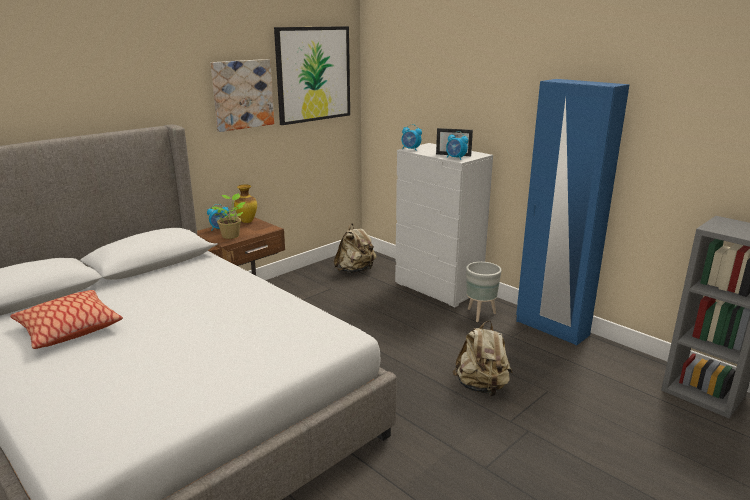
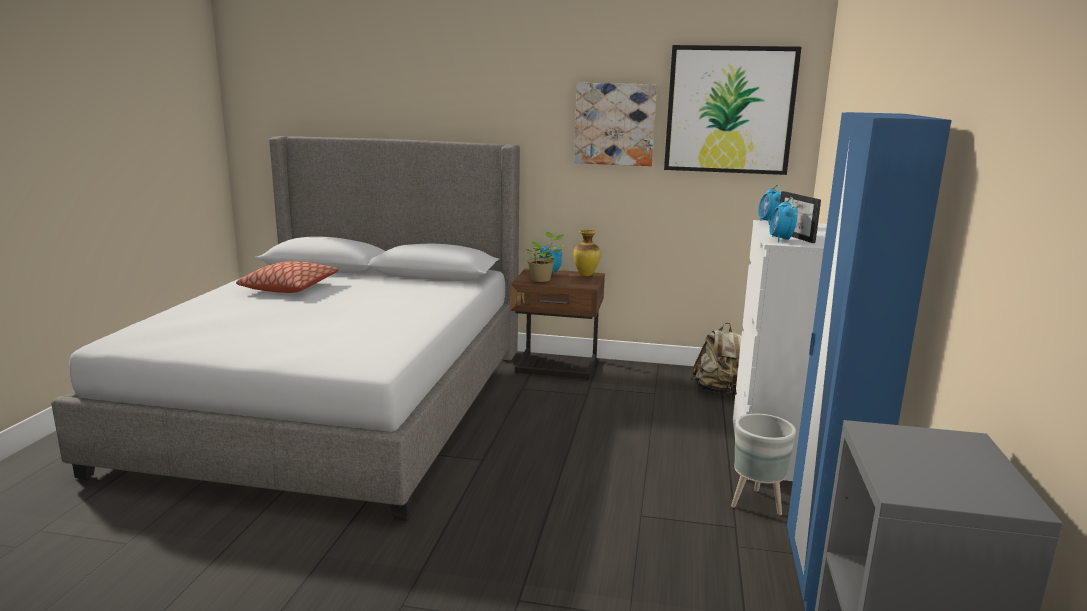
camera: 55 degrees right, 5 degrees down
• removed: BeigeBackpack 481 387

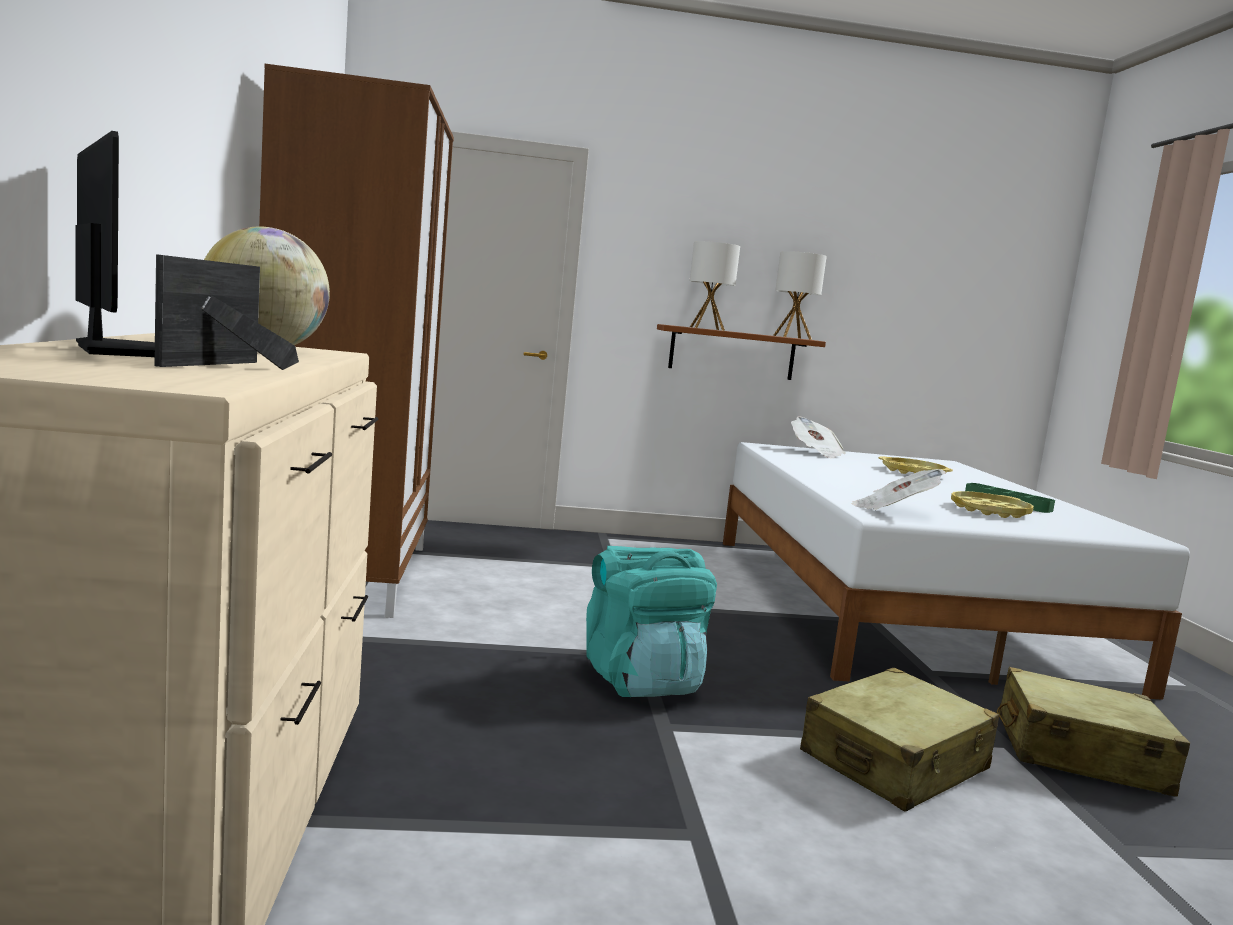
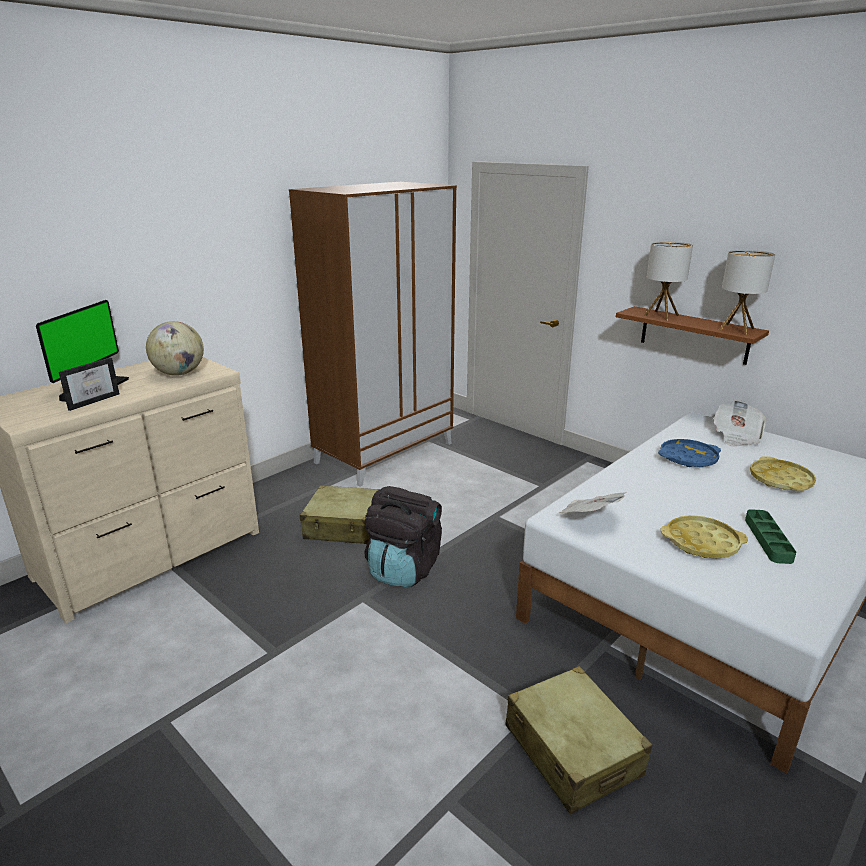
camera: 50 degrees right, 15 degrees up
• turned: PhotoFrame 219 366 = 92 400 150 degrees clockwise
• recoloured: TurquoiseColouredBackpack 642 681 to BlackBackpack 404 568
• moved: BeigeTravelCase 895 762 to 345 526
• added: BluishTray 688 458

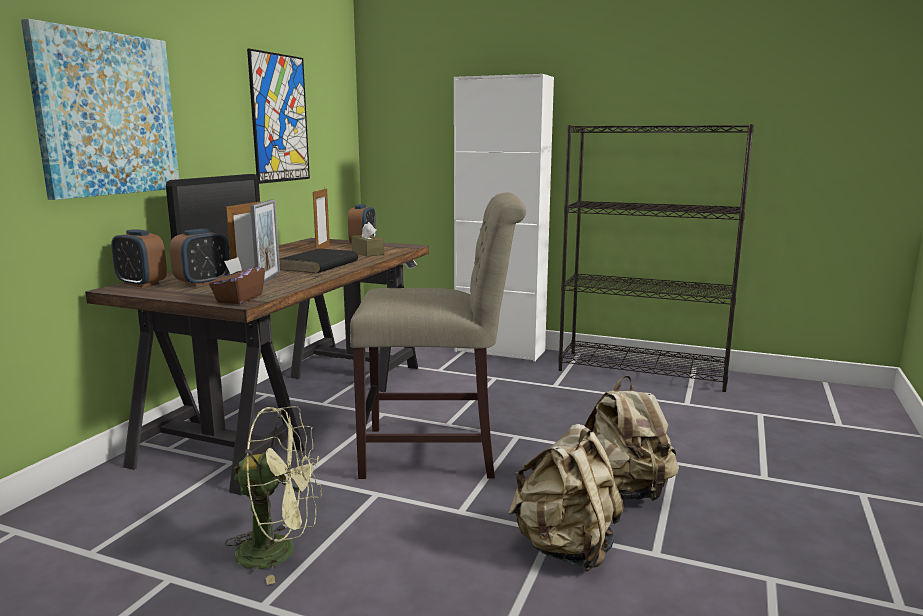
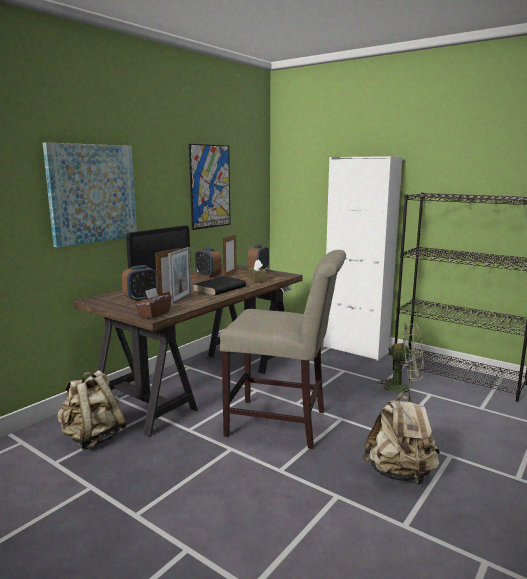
camera: 15 degrees right, 0 degrees up
• moved: BedsideClock 141 284 to 208 276
• moved: GreenElectricFan 279 551 to 403 388
• moved: BeigeBackpack 565 548 to 93 438

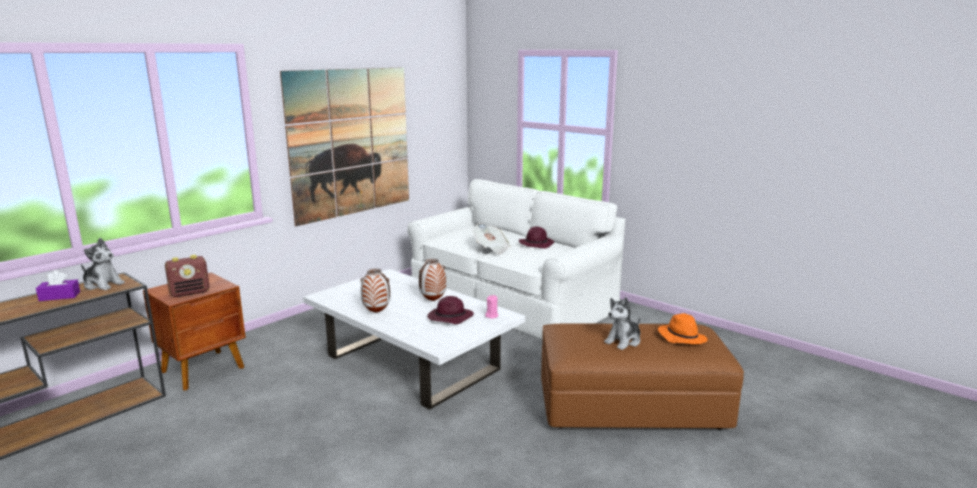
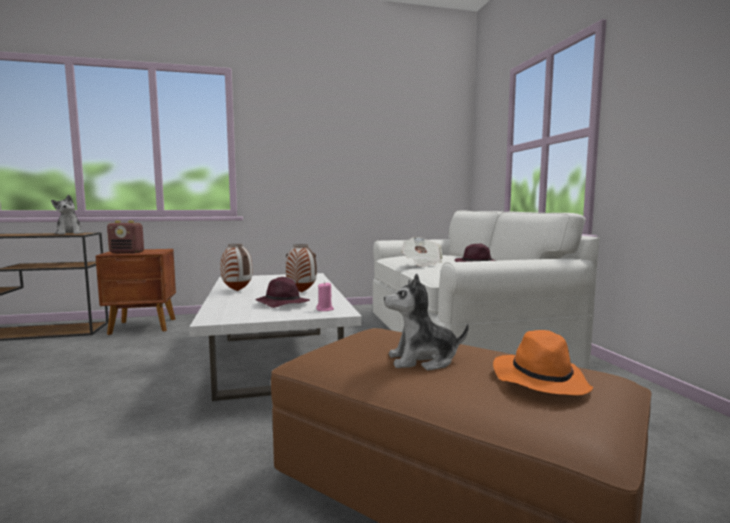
camera: 35 degrees right, 10 degrees down
• removed: PurplishTissueBox 59 296
• removed: WallPicture 351 142

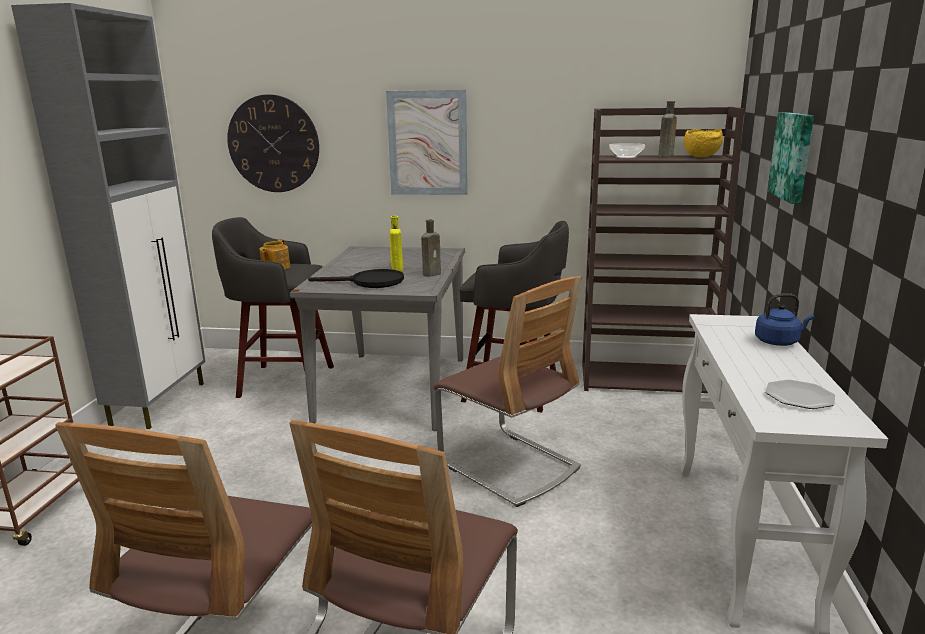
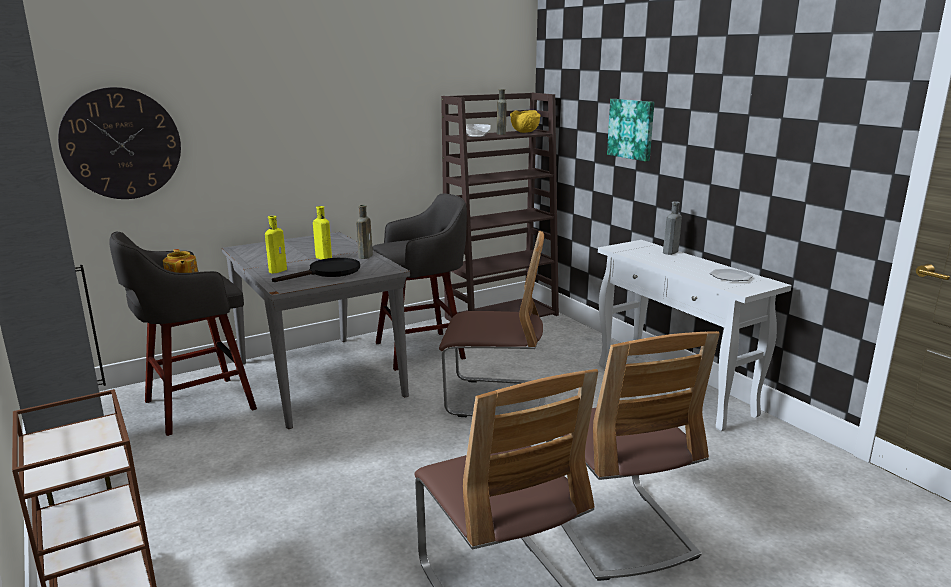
camera: 40 degrees left, 0 degrees up
• removed: WallPicture 428 143
• replaced: BluishWaterKettle 778 342 to GreyishDrinkBottle 670 252
• added: YellowColouredDrinkBottle 279 270

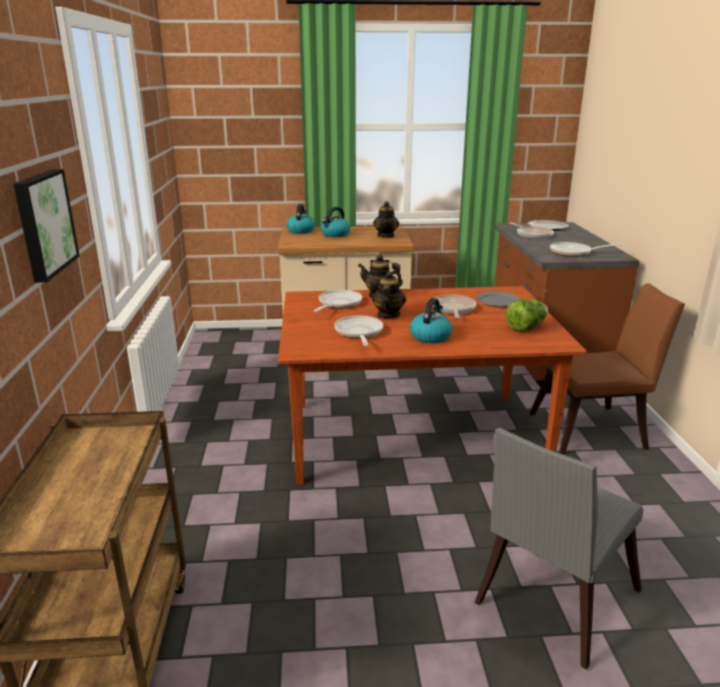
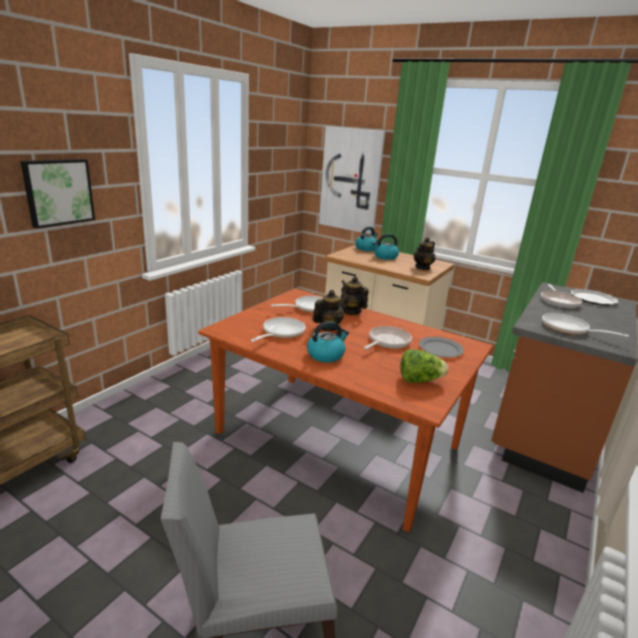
camera: 35 degrees right, 0 degrees up
• removed: BrownChair 594 431
• added: WallPicture 351 180

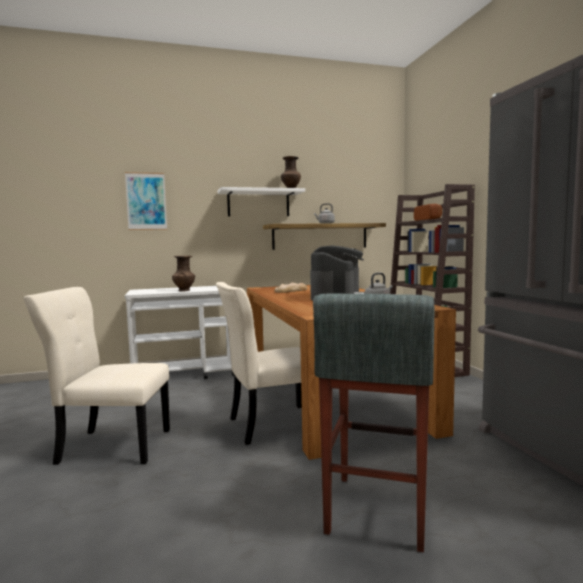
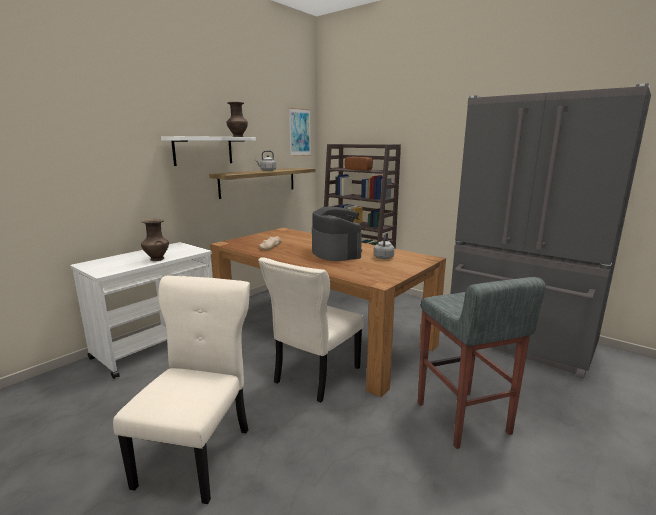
camera: 35 degrees left, 10 degrees up
• turned: BeigeChair 111 446 = 198 453 135 degrees clockwise
• moved: WallPicture 146 201 to 299 132

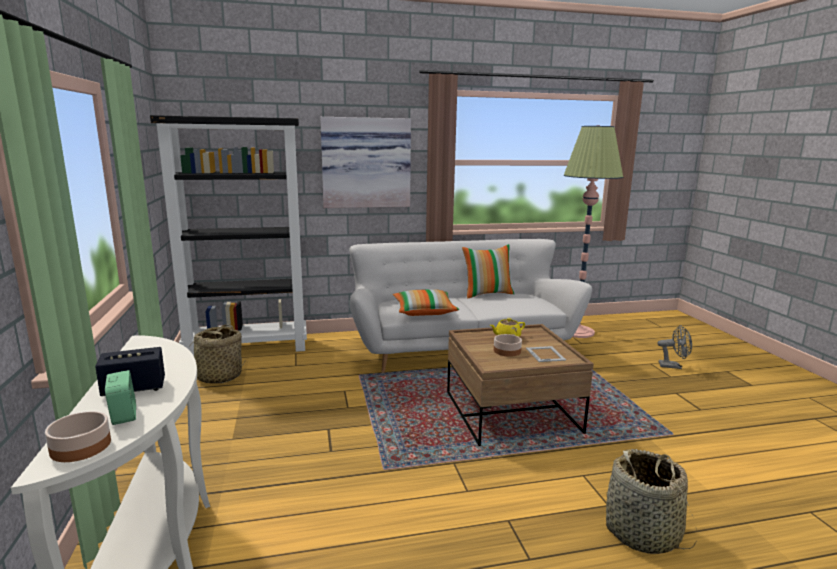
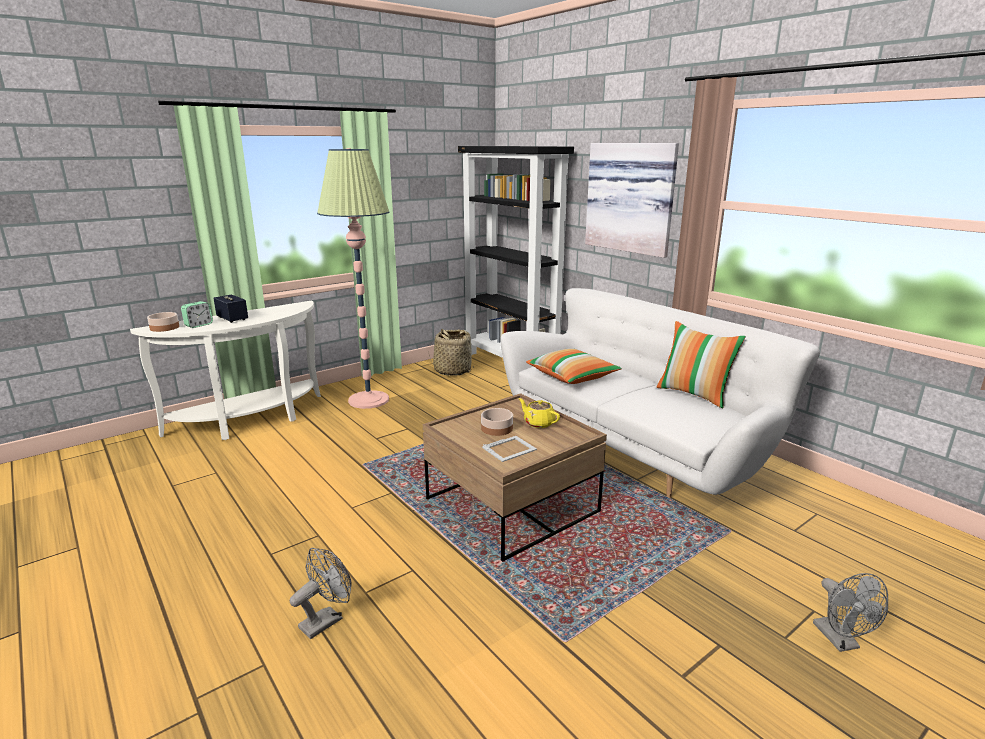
camera: 65 degrees right, 5 degrees up
• moved: StandardLamp 577 331 to 368 400
• replaced: StorageBasket 642 533 to GreyishElectricFan 326 620

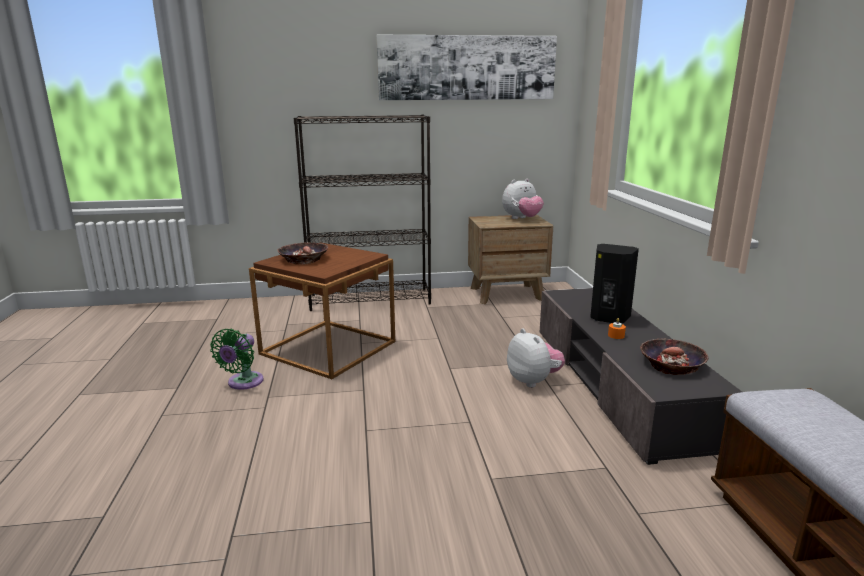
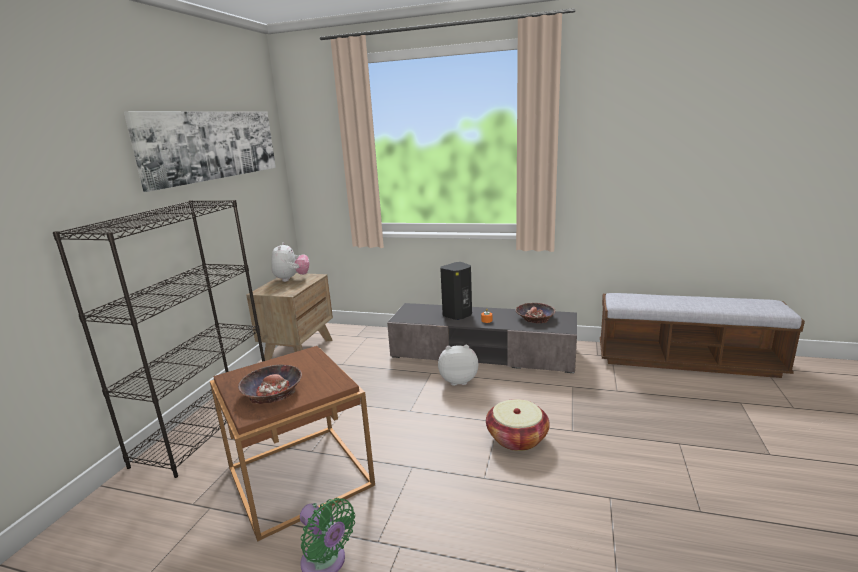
camera: 65 degrees left, 0 degrees up
• added: StorageBasket 517 438

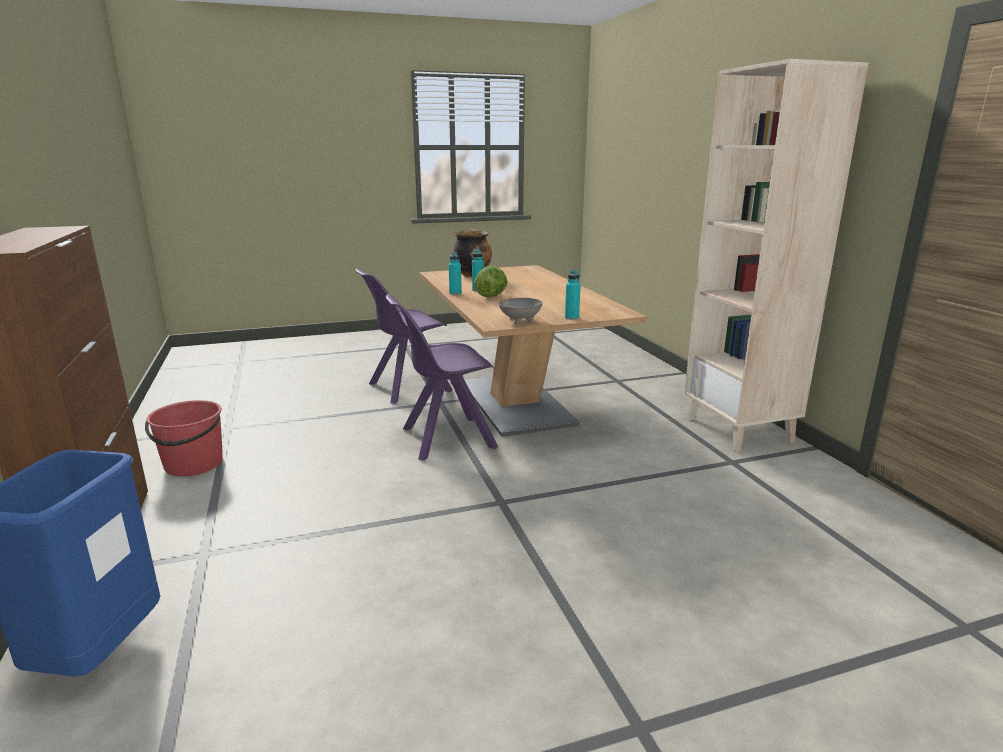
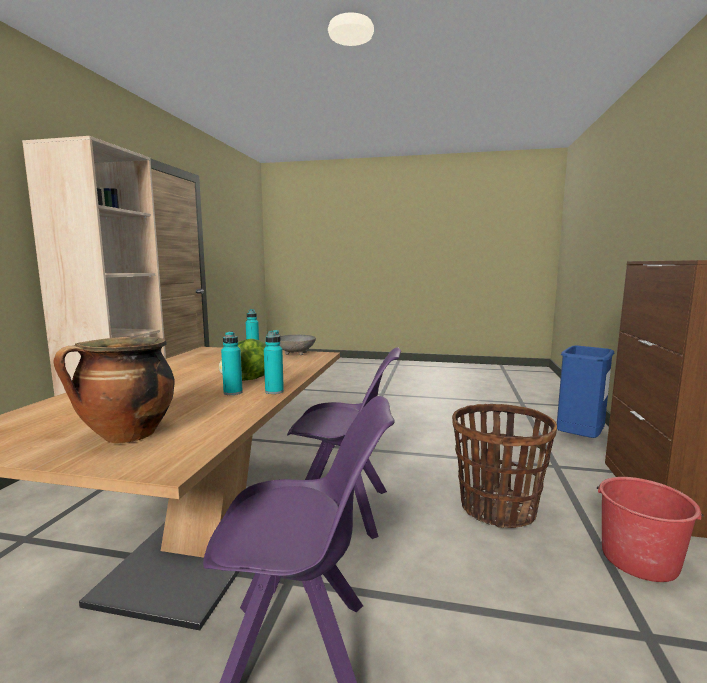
camera: 150 degrees left, 10 degrees down
• added: StorageBasket 497 508

